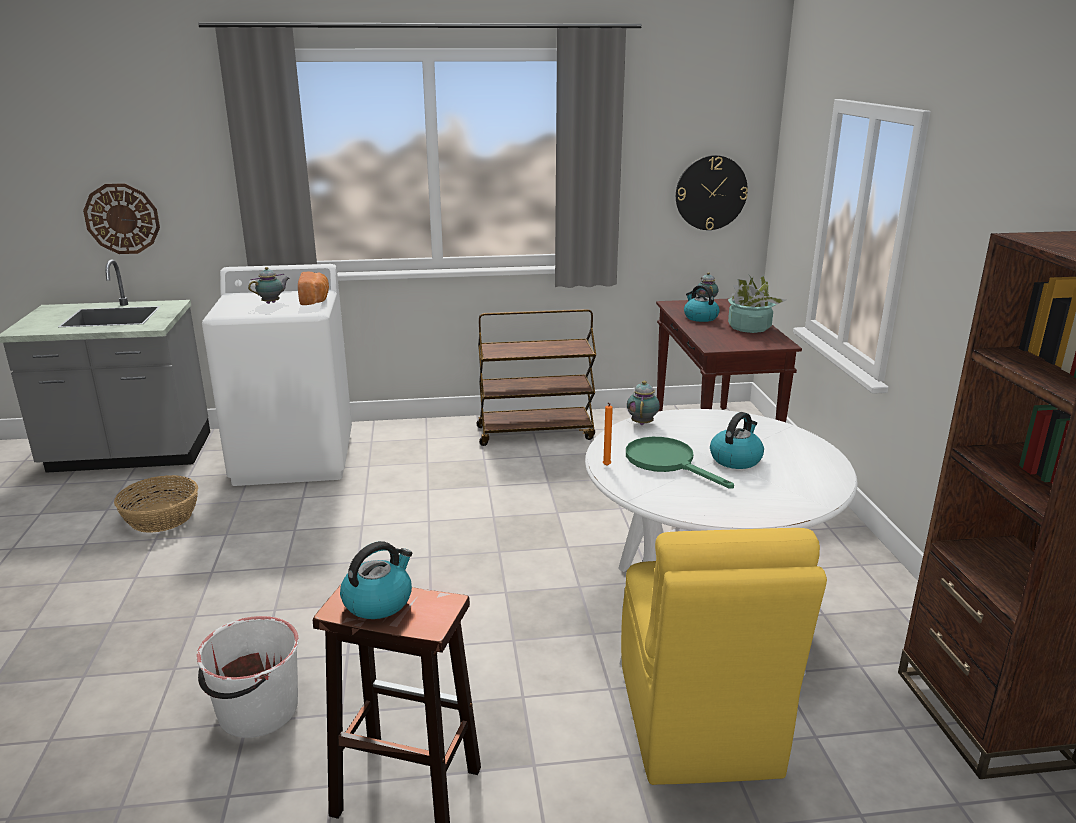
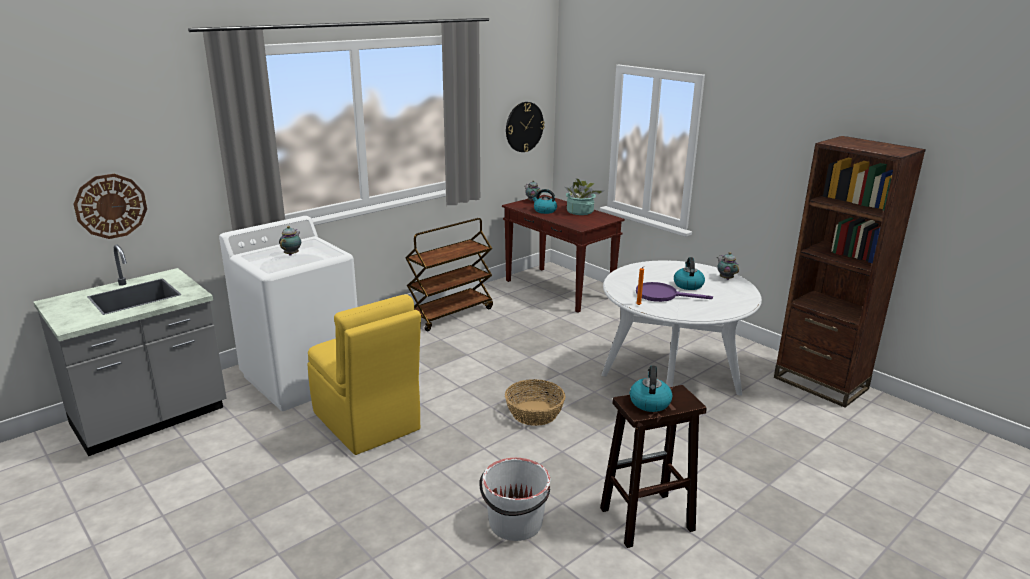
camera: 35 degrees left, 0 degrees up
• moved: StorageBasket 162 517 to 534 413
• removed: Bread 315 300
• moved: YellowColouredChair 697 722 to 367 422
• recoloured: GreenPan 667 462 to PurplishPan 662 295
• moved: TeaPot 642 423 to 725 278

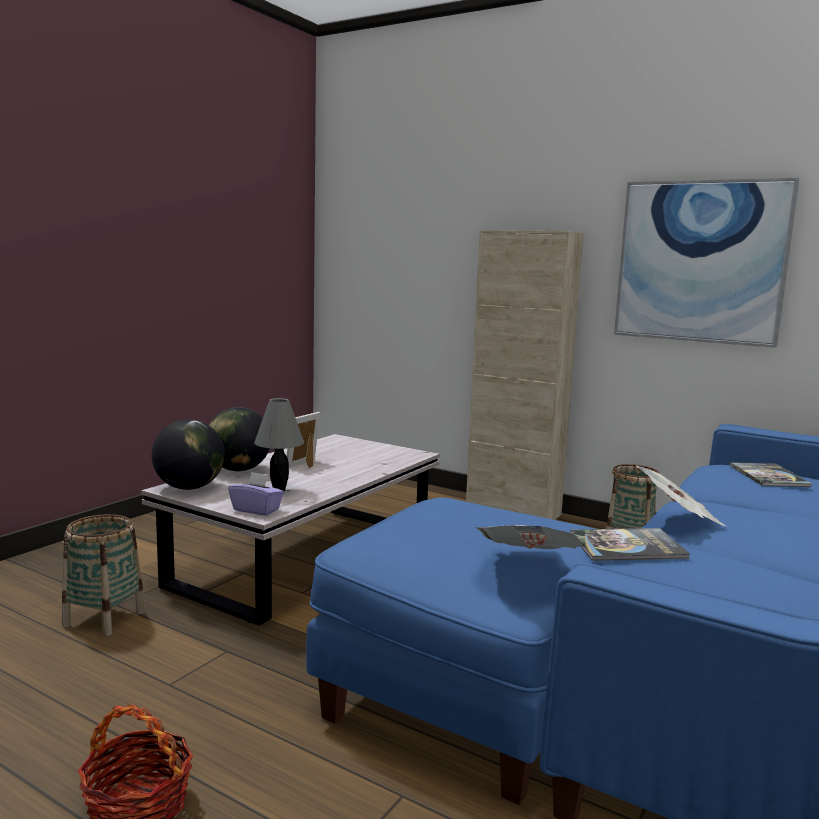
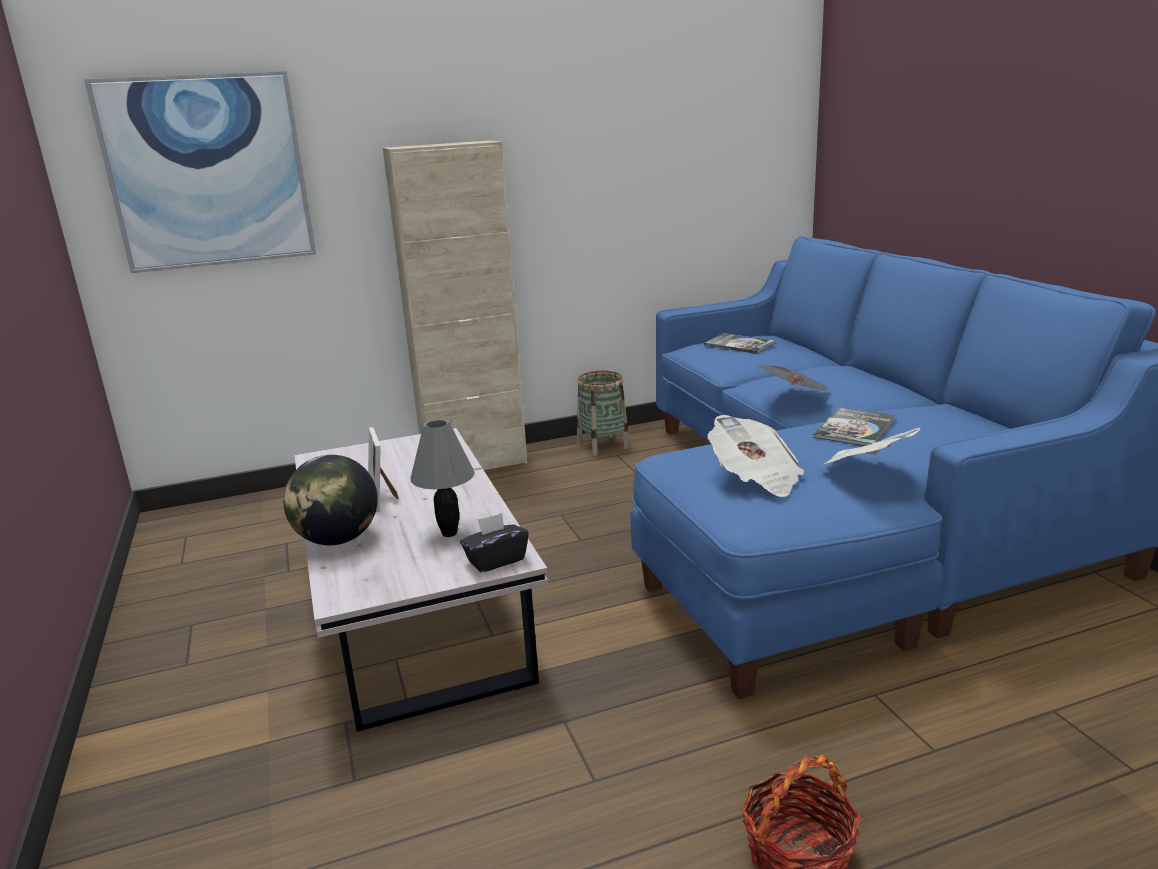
camera: 50 degrees left, 10 degrees up
• removed: StorageBasket 104 618
• removed: DeskGlobe 189 488
• recoloured: PurplishTissueBox 256 510 to BlackTissueBox 496 560
• moved: WallPicture 700 262 to 208 172
• added: DailyPaper 755 478

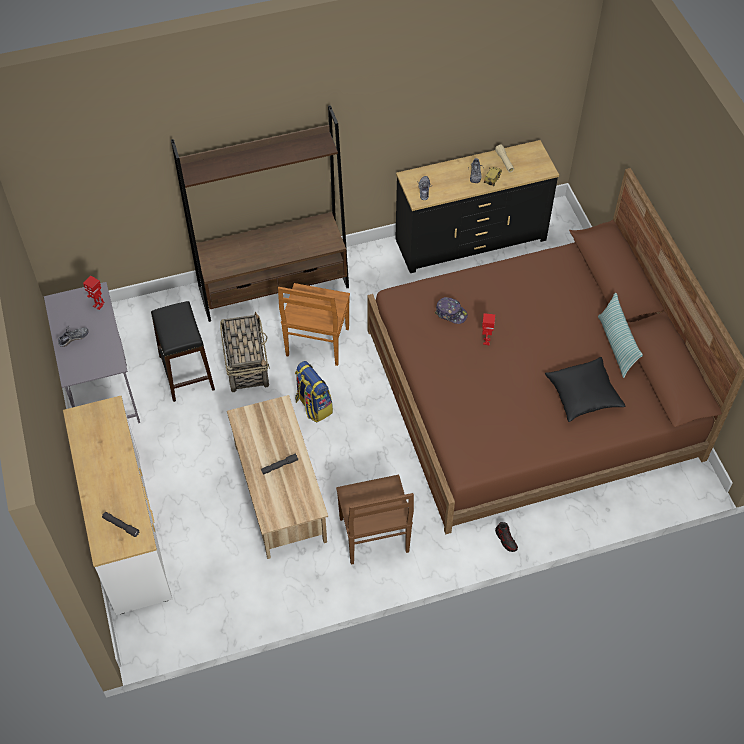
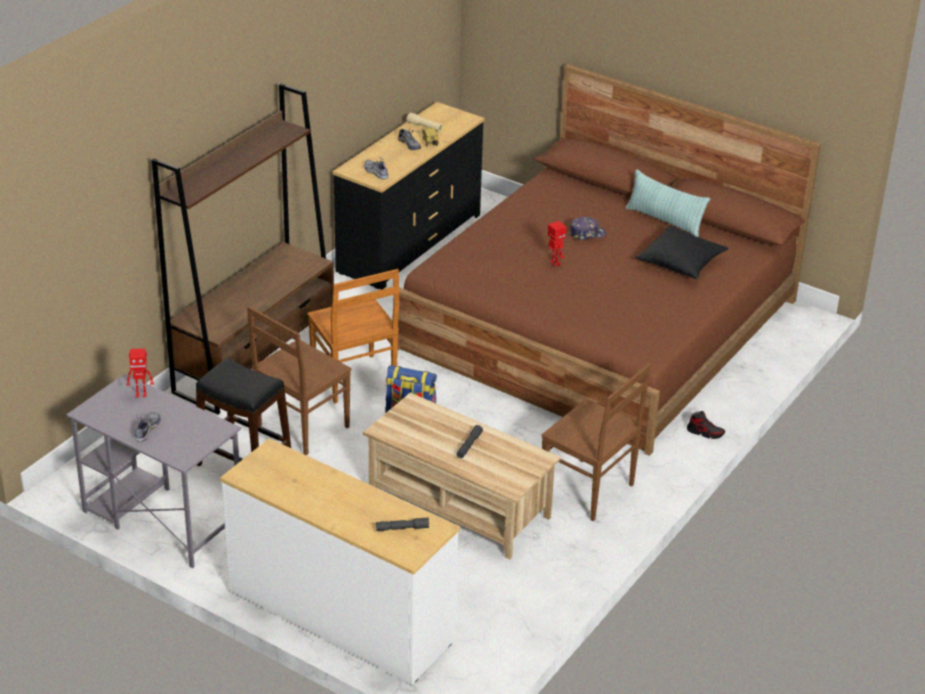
camera: 40 degrees left, 20 degrees down
• replaced: StorageBasket 246 364 to BrownChair 301 427
• moved: BaseballCap 451 313 to 587 234

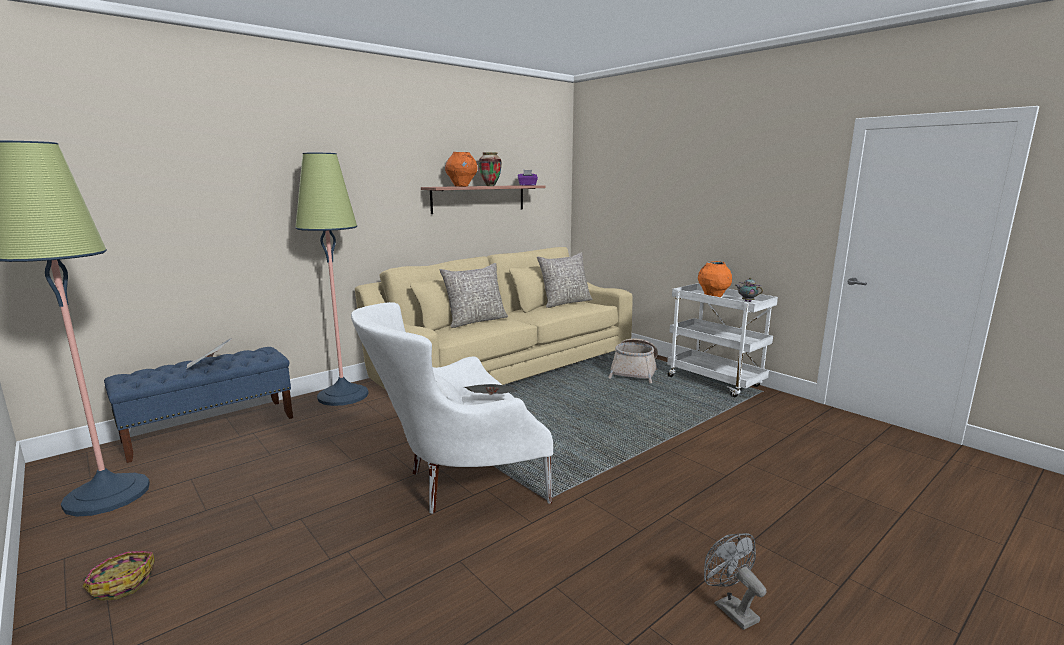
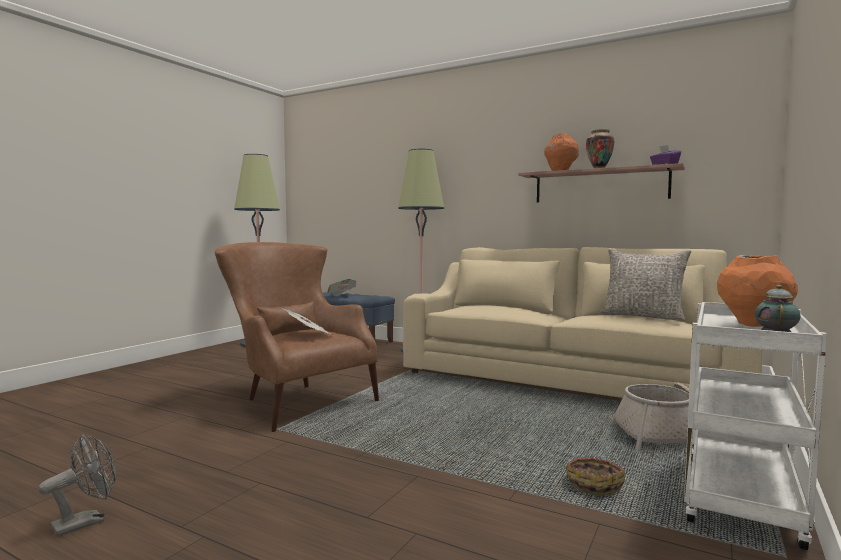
camera: 70 degrees right, 10 degrees down
• moved: StorageBasket 122 583 to 594 485
• recoloured: WhiteLoungeChair 457 484 to BrownLoungeChair 294 399
• removed: GreyishCushion 475 321

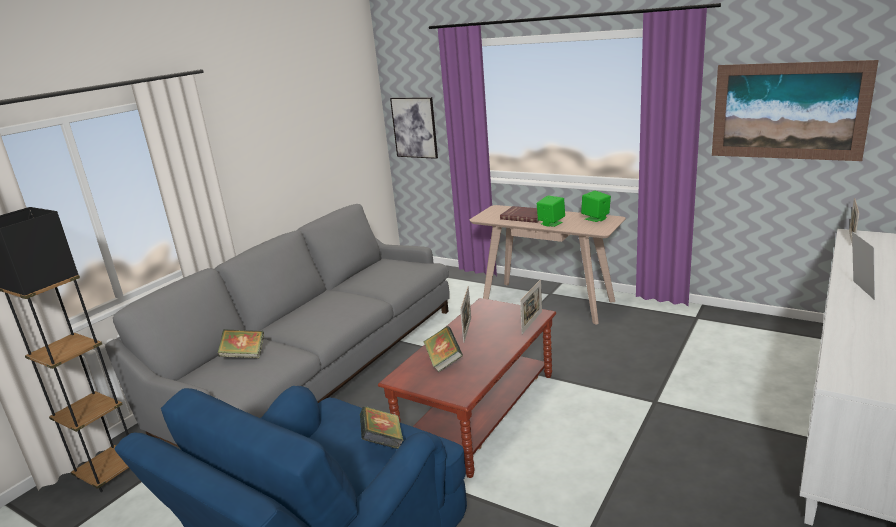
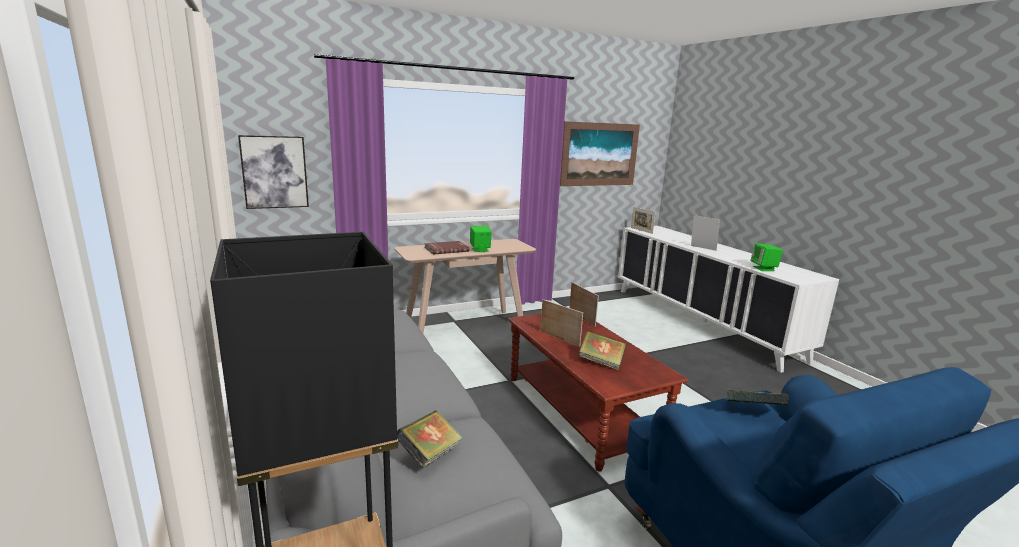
camera: 60 degrees left, 5 degrees down
• moved: GreenSpeaker 596 218 to 764 268

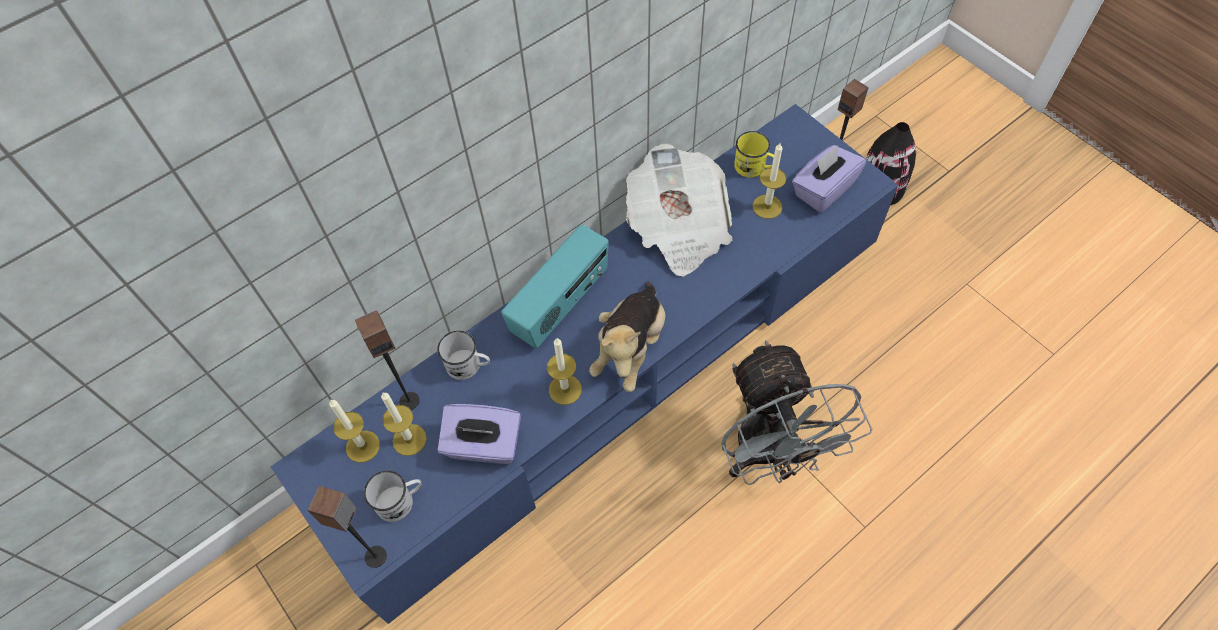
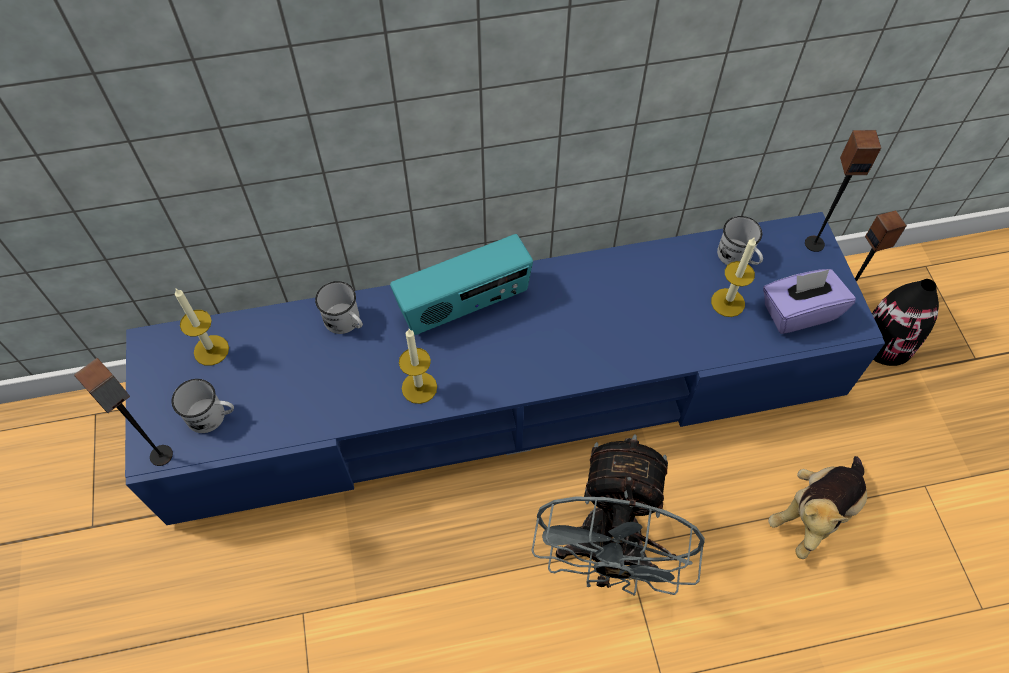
camera: 25 degrees right, 0 degrees up
• moved: Speaker 409 400 to 814 243
• removed: Candle 409 439
• removed: PurplishTissueBox 484 445
• moved: CuddlyToy 630 348 to 814 513
• removed: DailyPaper 678 228
• recoloured: YellowColouredTeaMug 754 168 to WhiteTeaMug 738 258

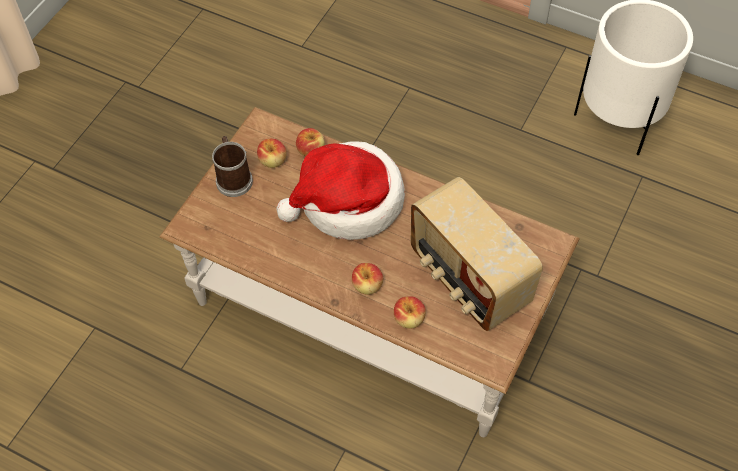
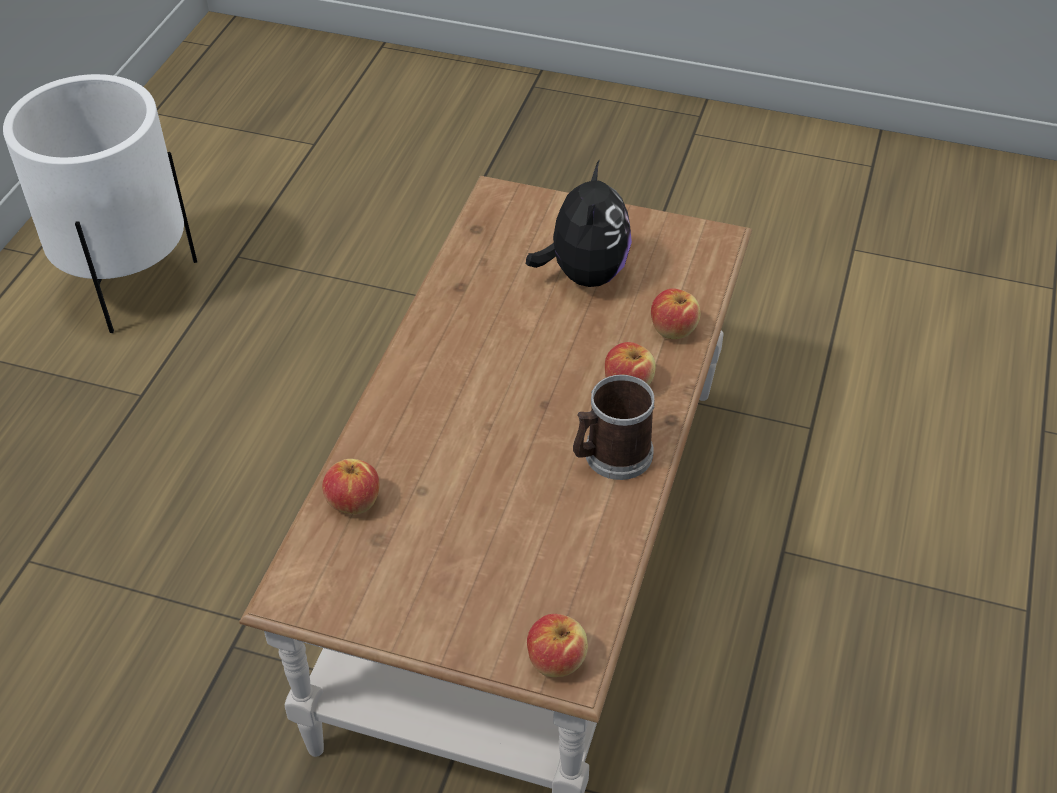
camera: 100 degrees left, 10 degrees down
• moved: TeaMug 233 178 to 611 456
• moved: AppleFruit 273 161 to 556 659
• removed: ClothingHat 348 202
• replaced: RadioReceiver 467 279 to CuddlyToy 584 274

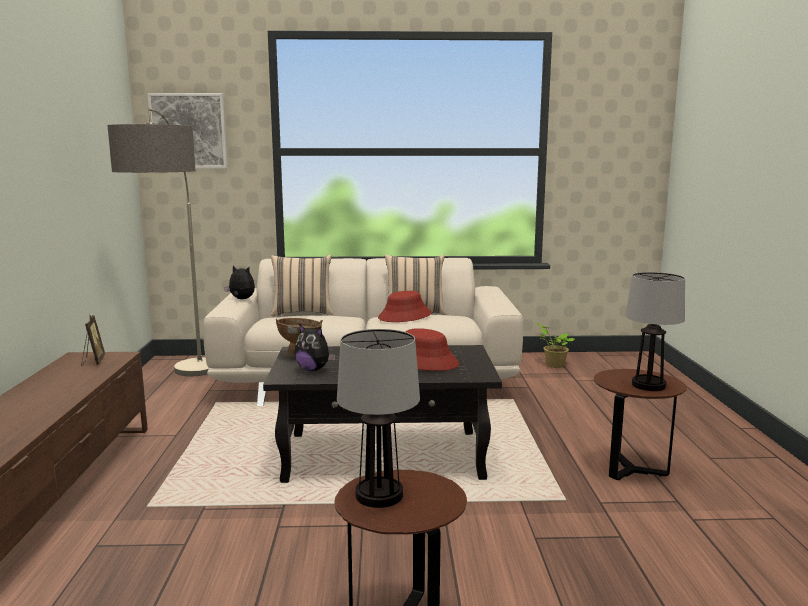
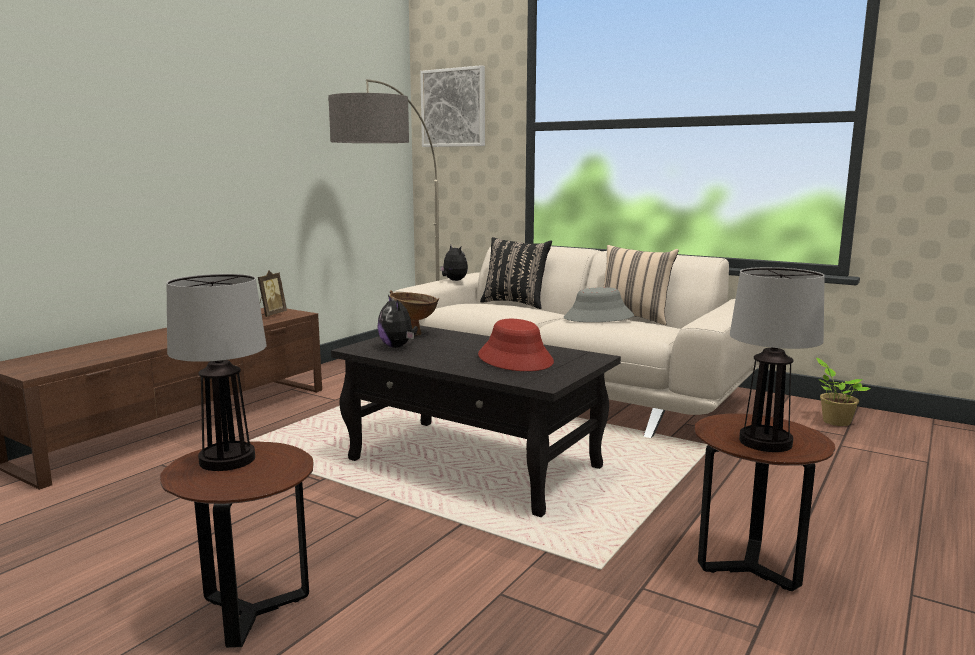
camera: 35 degrees right, 0 degrees up
• recoloured: BeigeCushion 302 312 to BlackCushion 515 303
• recoloured: RedClothingHat 405 316 to GreyishClothingHat 598 317

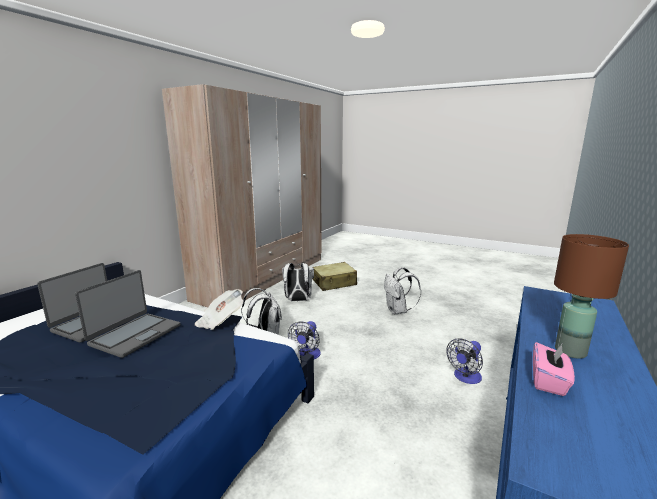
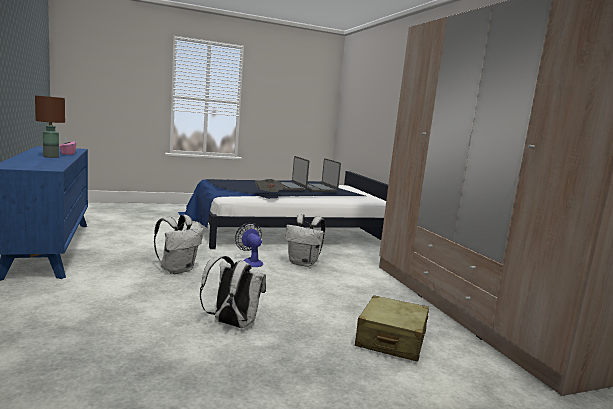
camera: 130 degrees right, 5 degrees down
• moved: WhiteBackpack 298 300 to 177 270
• removed: ElectricFan 465 378

